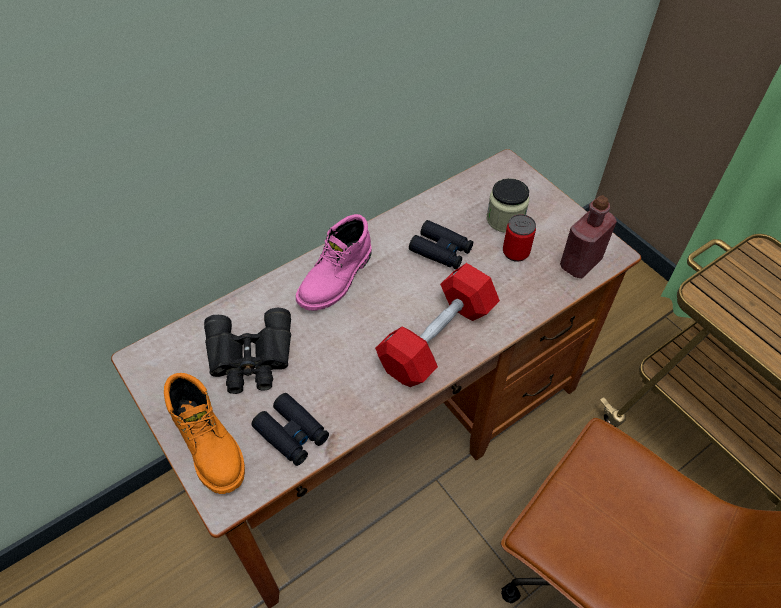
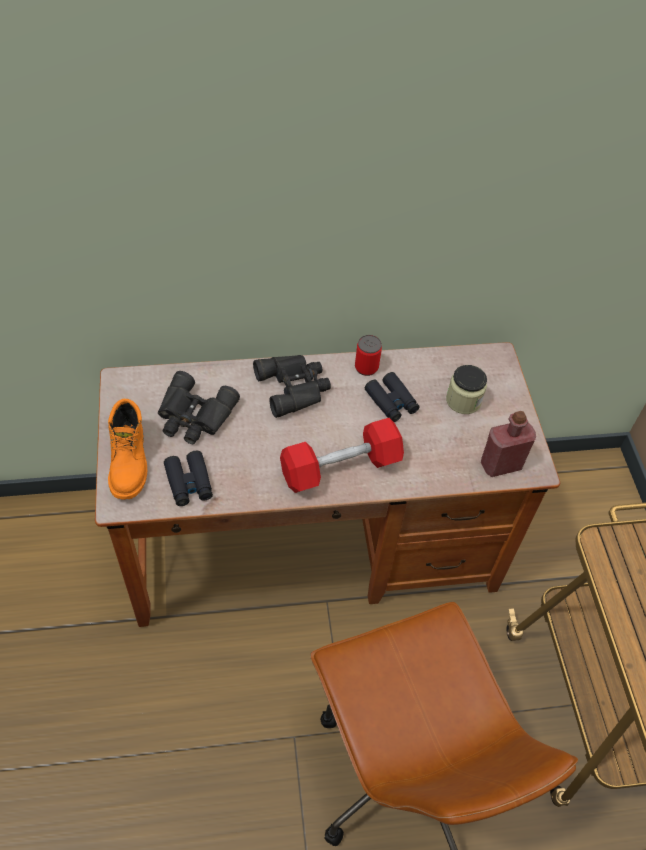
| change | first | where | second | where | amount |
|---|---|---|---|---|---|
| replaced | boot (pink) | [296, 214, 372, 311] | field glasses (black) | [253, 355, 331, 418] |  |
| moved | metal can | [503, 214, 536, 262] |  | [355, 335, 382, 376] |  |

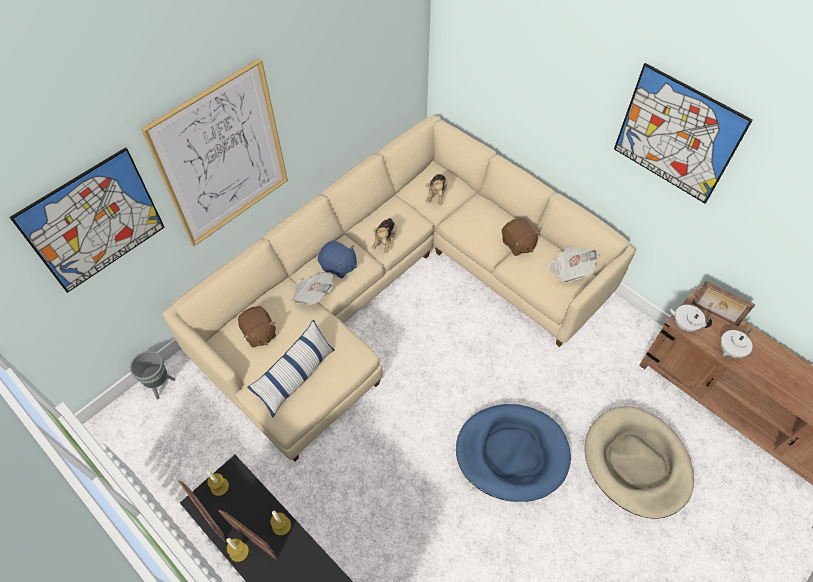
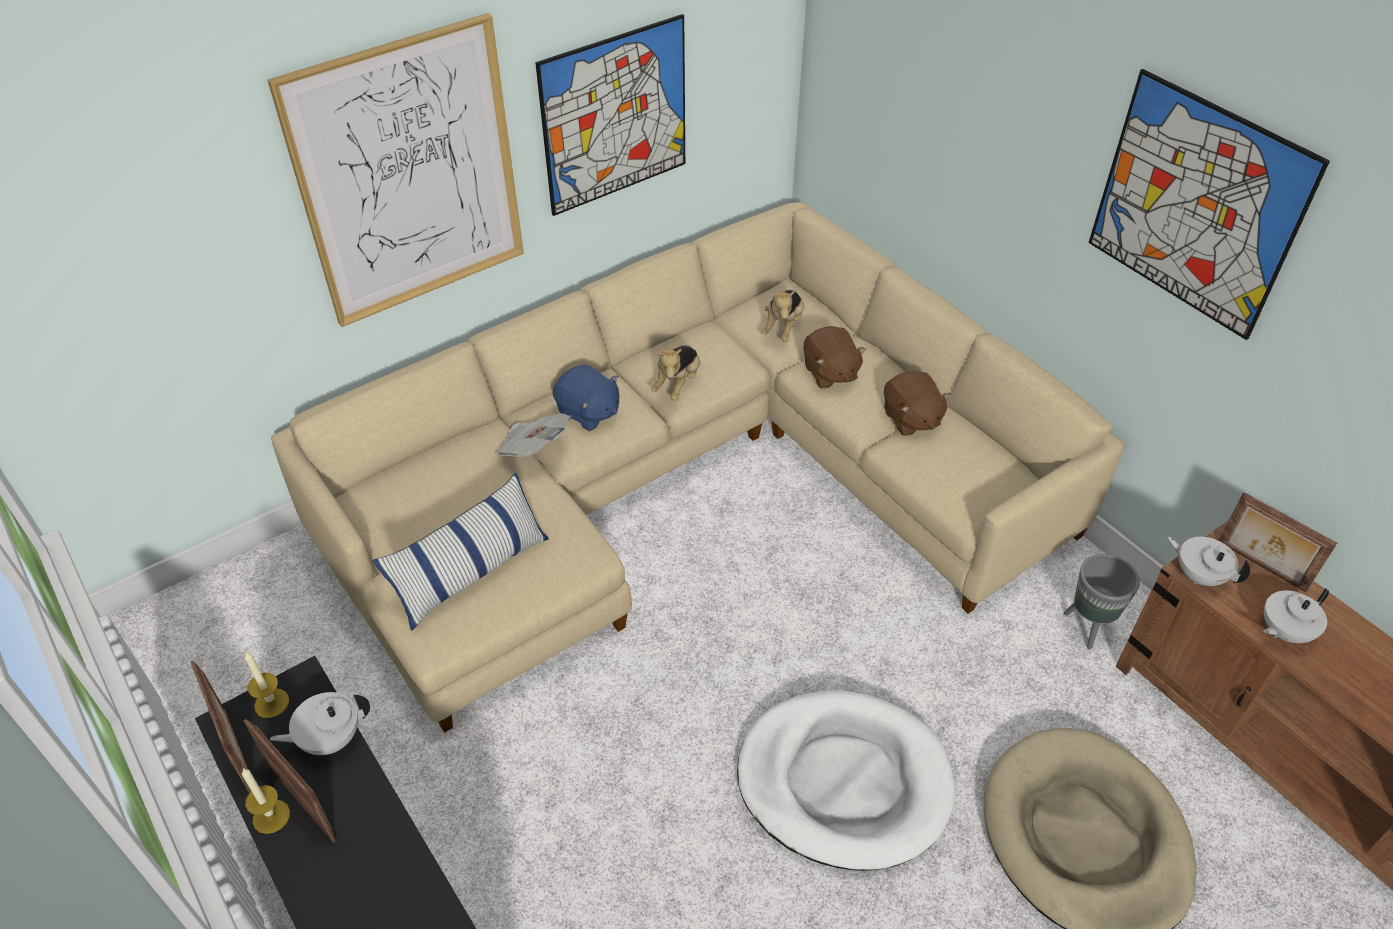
| change | first | where | second | where | amount |
|---|---|---|---|---|---|
| moved | picture | [9, 147, 165, 293] |  | [535, 14, 685, 216] |  |
| moved | planter (gray) | [130, 351, 175, 400] |  | [1064, 554, 1140, 649] |  |
| moved | cuddly toy (brown) | [238, 306, 276, 348] |  | [803, 326, 867, 389] |  |
| removed | wax light | [270, 511, 291, 535] |  |  |  |
| recoloured | dog cushion (blue-coloured) | [456, 404, 571, 502] | dog cushion (white-coloured) | [737, 690, 955, 871] |  |
| removed | newspaper | [547, 246, 599, 283] |  |  |  |
| added |  |  | teapot (white-coloured) | [270, 692, 370, 755] |  |

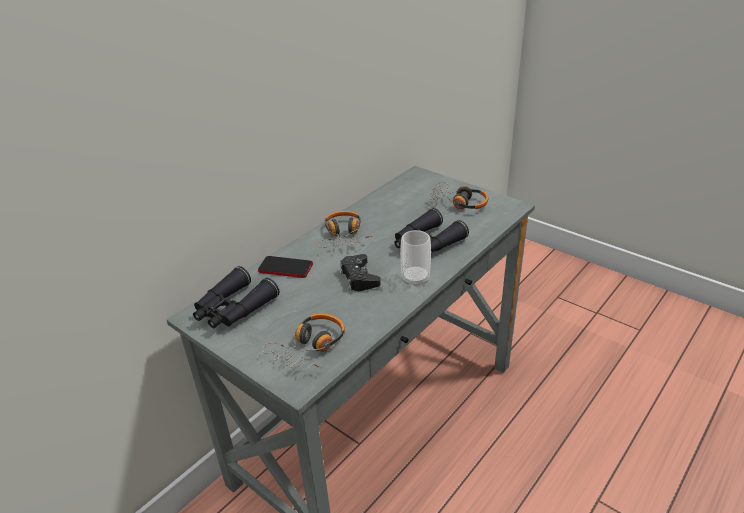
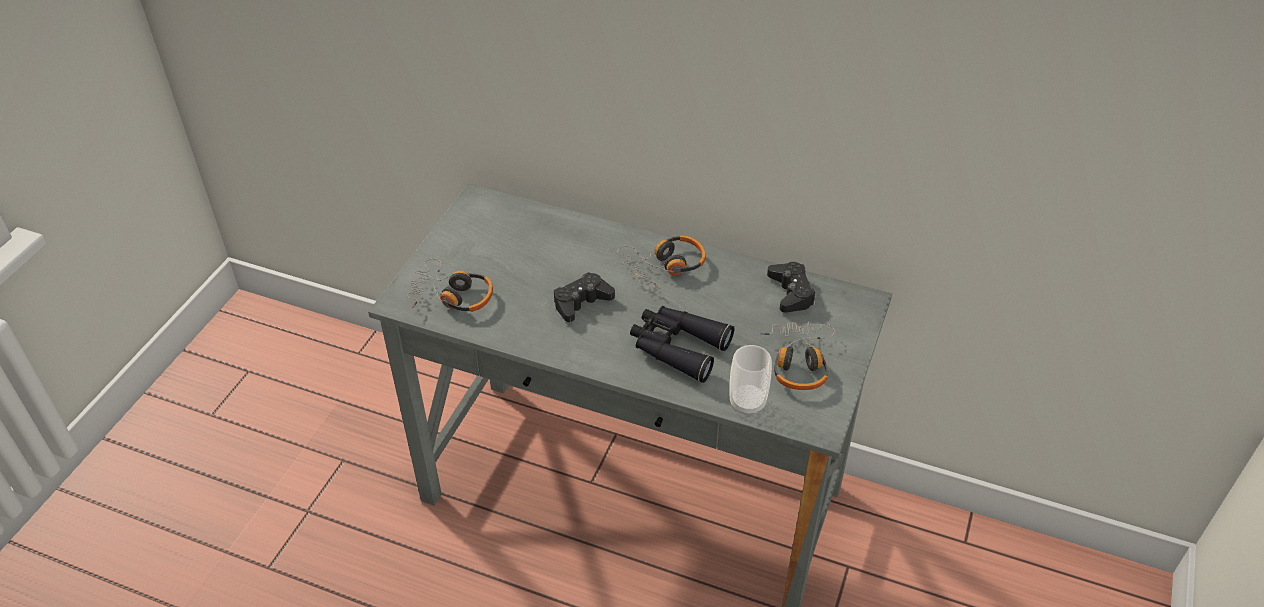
| change | first | where | second | where | amount |
|---|---|---|---|---|---|
| removed | field glasses (black) | [193, 266, 279, 328] |  |  |  |
| removed | telephone | [258, 256, 313, 278] |  |  |  |
| moved | cup | [400, 230, 431, 287] |  | [729, 345, 772, 415] |  |
| added |  |  | joypad (black) | [767, 262, 816, 313] |  |

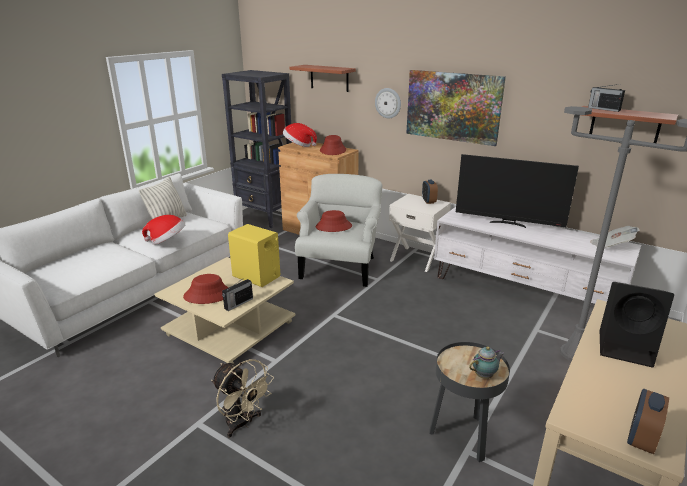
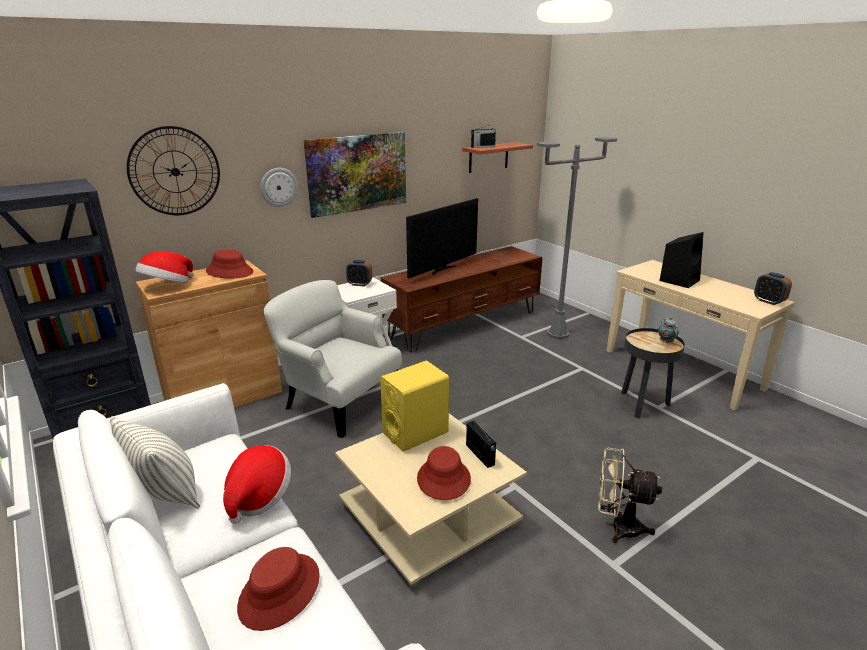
| change | first | where | second | where | amount |
|---|---|---|---|---|---|
| turned | fan (beige) | [211, 359, 274, 438] |  | [598, 448, 662, 543] | 135 degrees counterclockwise |
| replaced | bracket shelf | [290, 65, 356, 92] | clock on the wall | [126, 126, 220, 215] |  |
| moved | wearable hat (red-coloured) | [316, 210, 352, 232] |  | [237, 547, 320, 631] |  |
| recoloured | tv unit (white-coloured) | [434, 207, 641, 304] | tv unit (brown) | [381, 246, 543, 353] |  |
| removed | newspaper | [590, 226, 640, 248] |  |  |  |

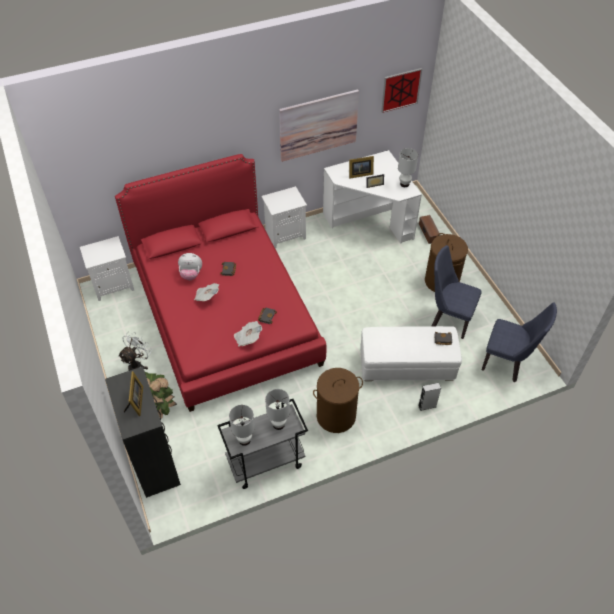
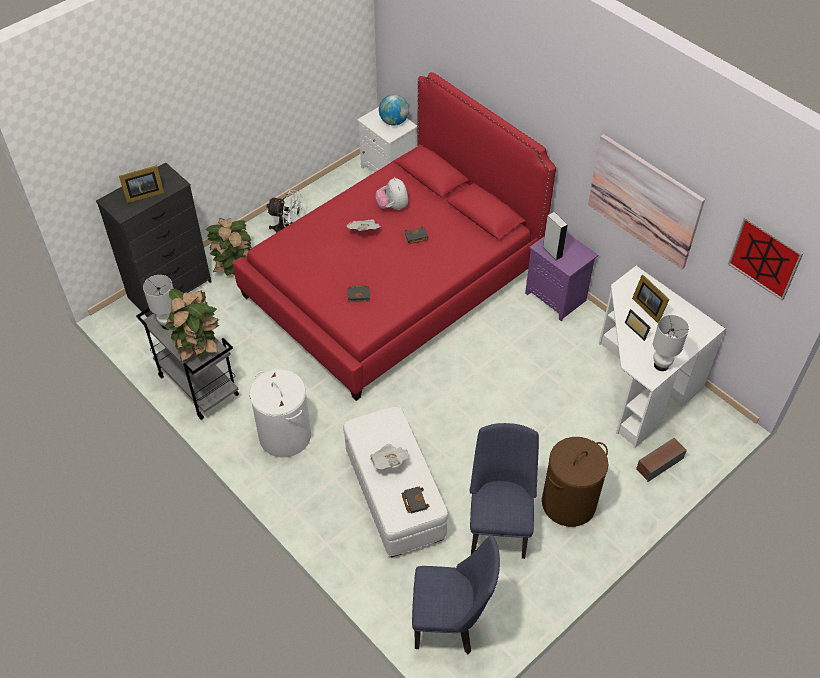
| change | first | where | second | where | amount |
|---|---|---|---|---|---|
| moved | newspaper | [234, 321, 262, 346] |  | [370, 444, 409, 469] |  |
| recoloured | bedside table (white-coloured) | [261, 186, 307, 248] | bedside table (purplish) | [525, 233, 598, 321] |  |
| replaced | lamp for a table (white-coloured) | [265, 389, 290, 430] | houseplant | [164, 289, 219, 362] |  |
| recoloured | laundry basket (brown) | [313, 368, 363, 433] | laundry basket (white-coloured) | [249, 369, 311, 457] |  |
| moved | loudspeaker (gray) | [418, 383, 441, 411] |  | [543, 212, 568, 260] |  |
| turned | plain chair (blue-coloured) | [482, 303, 557, 382] |  | [412, 535, 500, 654] | 90 degrees counterclockwise |
| added |  |  | desk globe | [379, 94, 409, 126] |  |

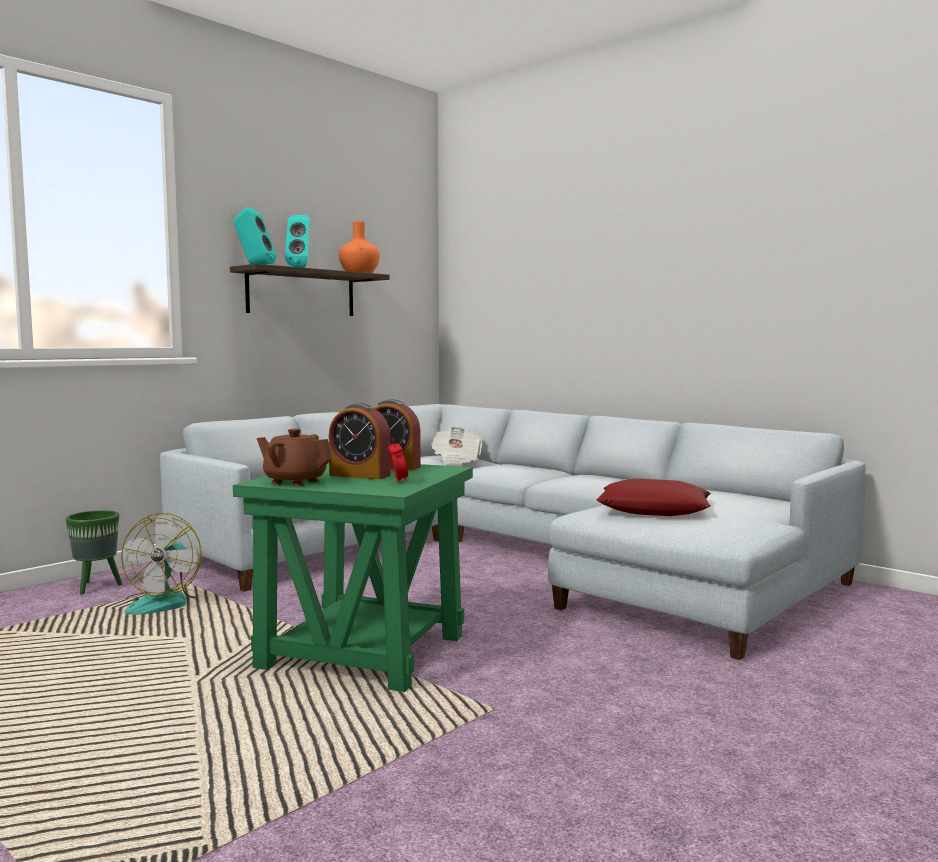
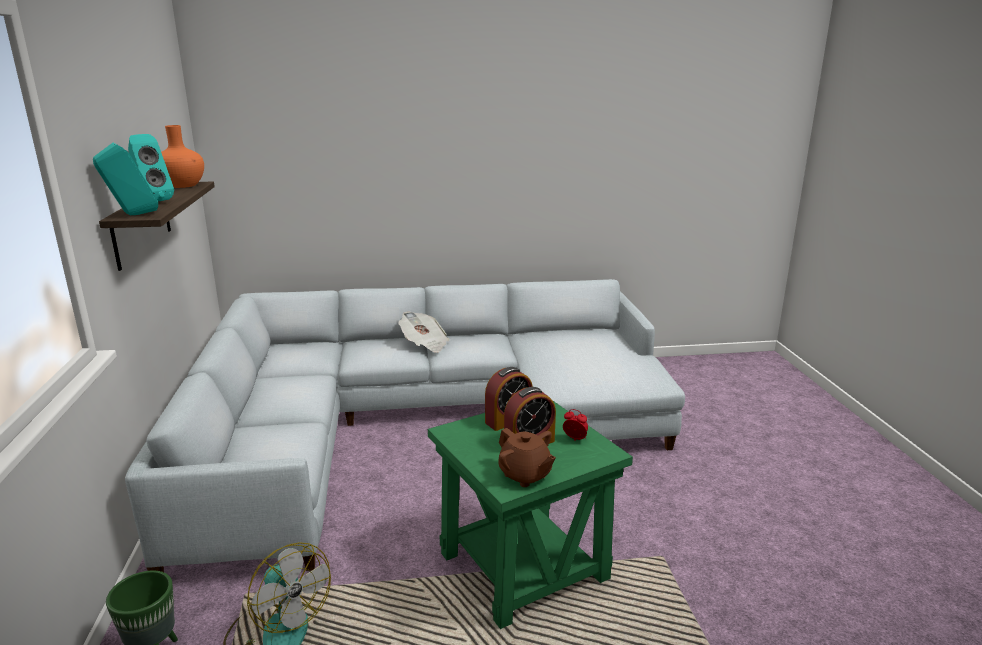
| change | first | where | second | where | amount |
|---|---|---|---|---|---|
| turned | teapot (brown) | [257, 429, 332, 486] |  | [498, 428, 556, 487] | 105 degrees counterclockwise |
| moved | newspaper | [431, 427, 483, 465] |  | [399, 311, 450, 353] |  |
| removed | throw pillow (red-coloured) | [597, 478, 711, 516] |  |  |  |

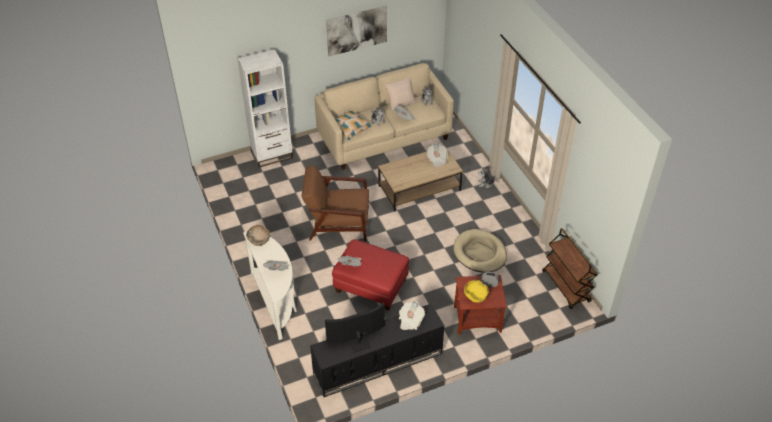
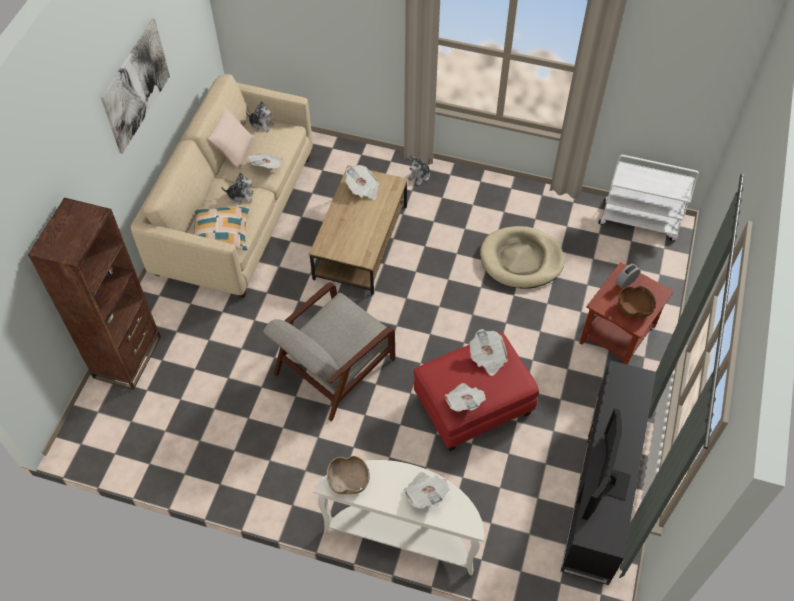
| change | first | where | second | where | amount |
|---|---|---|---|---|---|
| recoloured | bookshelf (white-coloured) | [237, 49, 293, 167] | bookshelf (brown) | [28, 198, 161, 390] |  |
| recoloured | armchair (brown) | [302, 166, 369, 242] | armchair (gray) | [263, 282, 395, 421] |  |
| moved | newspaper | [399, 301, 425, 330] |  | [469, 329, 508, 376] |  |
| recoloured | serving bowl (yellowish) | [464, 280, 489, 303] | serving bowl (brown) | [618, 286, 656, 318] |  |
| recoloured | wheeled cart (brown) | [542, 228, 598, 309] | wheeled cart (white-coloured) | [599, 155, 699, 241] |  |

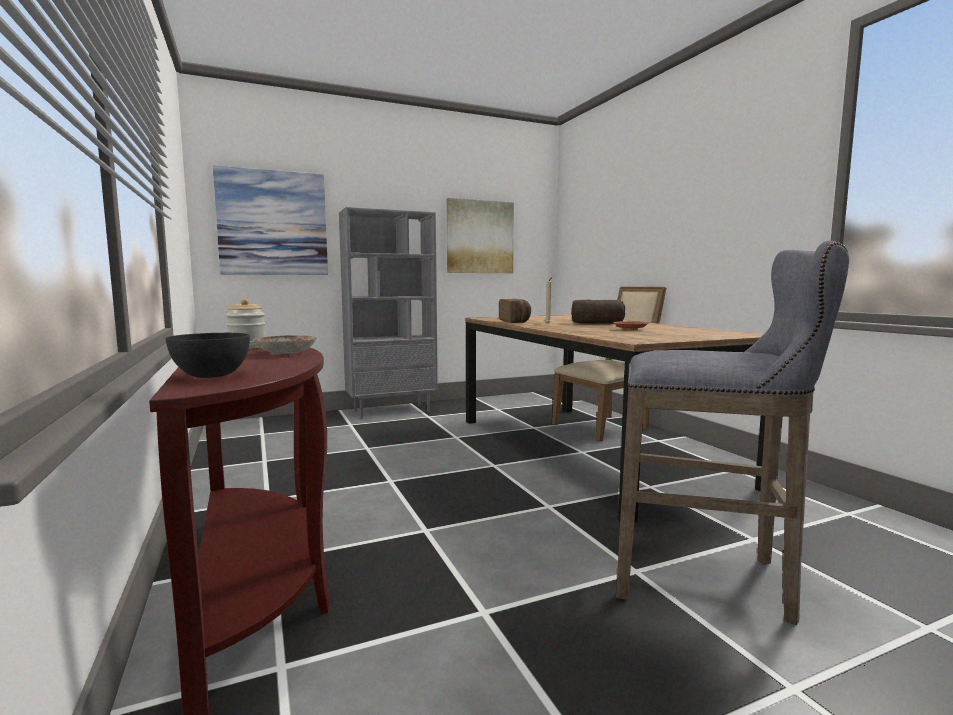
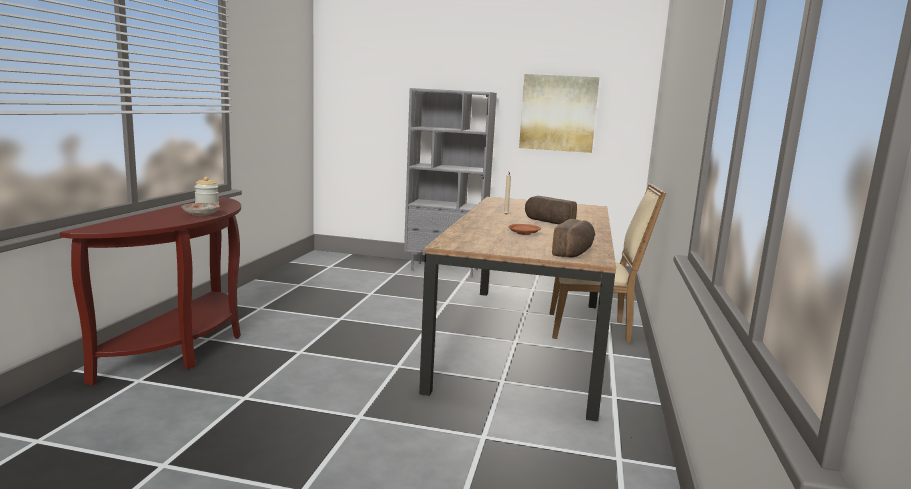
| change | first | where | second | where | amount |
|---|---|---|---|---|---|
| removed | serving bowl (gray) | [166, 333, 250, 378] |  |  |  |
| removed | picture | [213, 165, 328, 275] |  |  |  |
| moved | baked bread | [499, 299, 531, 323] |  | [552, 219, 596, 258] |  |
| removed | sitting stool (gray) | [616, 241, 849, 625] |  |  |  |

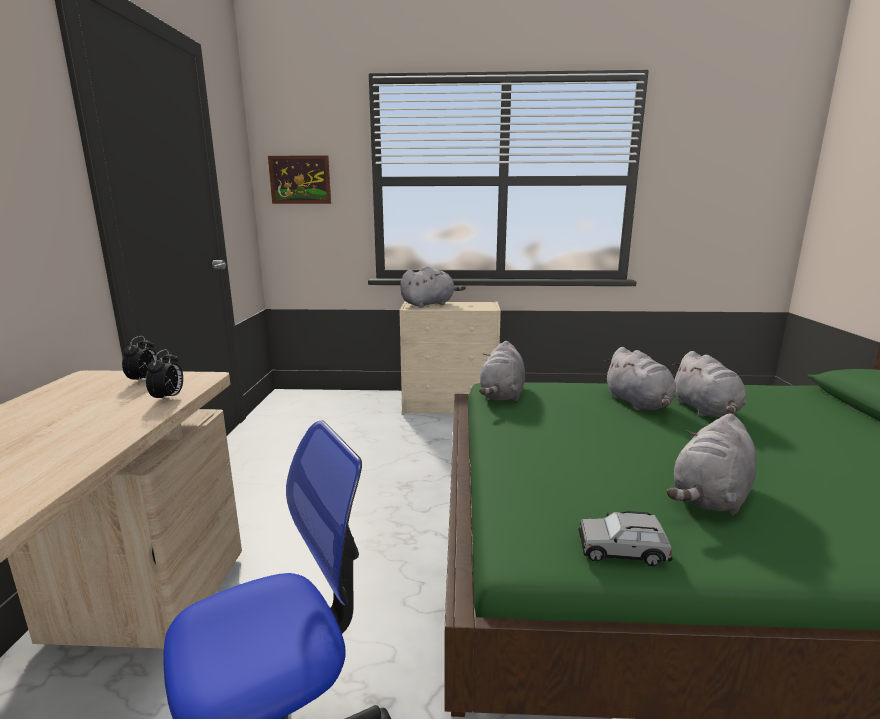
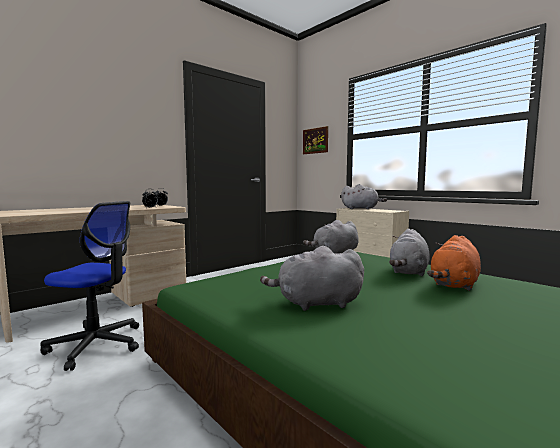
| change | first | where | second | where | amount |
|---|---|---|---|---|---|
| removed | model car (gray) | [579, 511, 672, 566] |  |  |  |
| recoloured | cuddly toy (gray) | [672, 351, 746, 417] | cuddly toy (orange) | [427, 235, 481, 291] |  |

